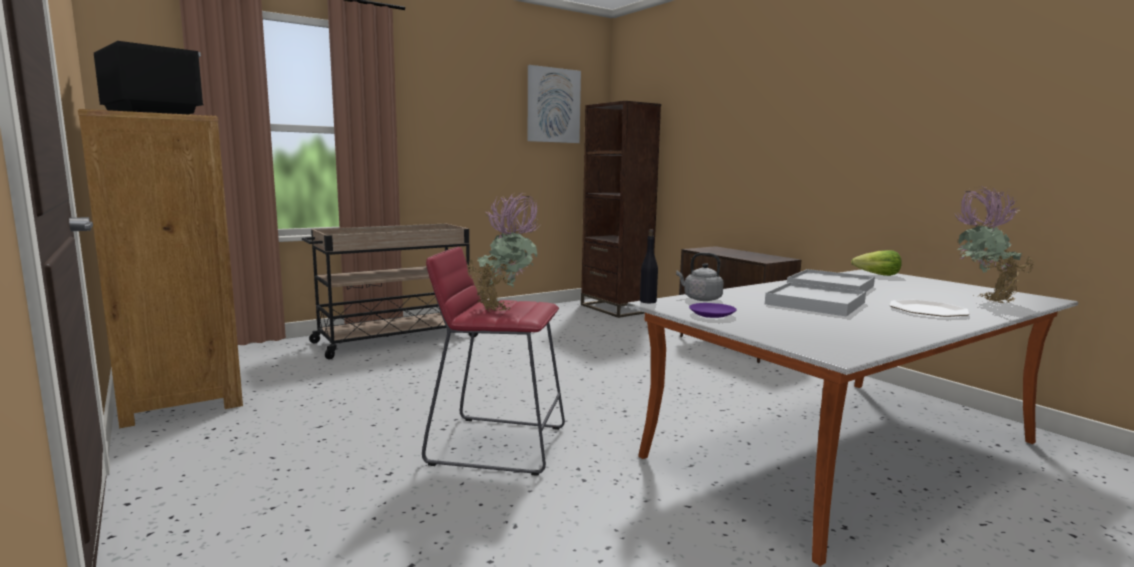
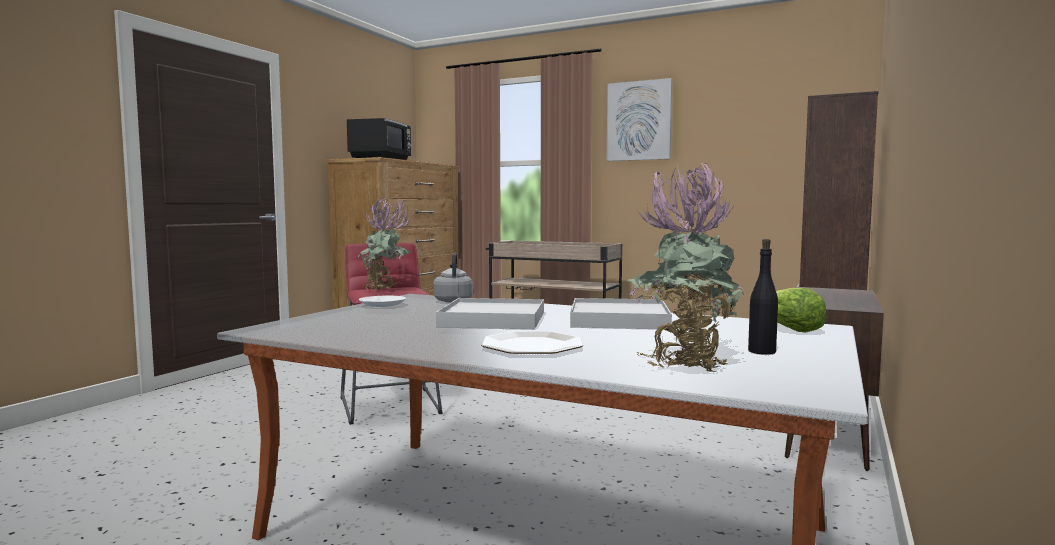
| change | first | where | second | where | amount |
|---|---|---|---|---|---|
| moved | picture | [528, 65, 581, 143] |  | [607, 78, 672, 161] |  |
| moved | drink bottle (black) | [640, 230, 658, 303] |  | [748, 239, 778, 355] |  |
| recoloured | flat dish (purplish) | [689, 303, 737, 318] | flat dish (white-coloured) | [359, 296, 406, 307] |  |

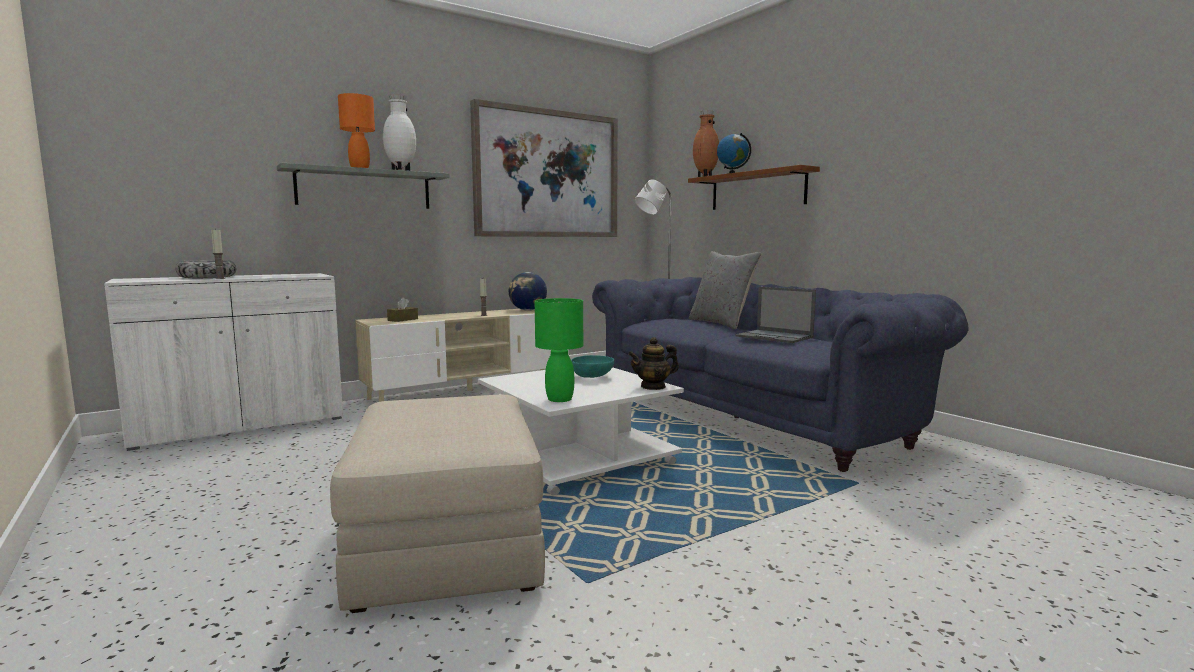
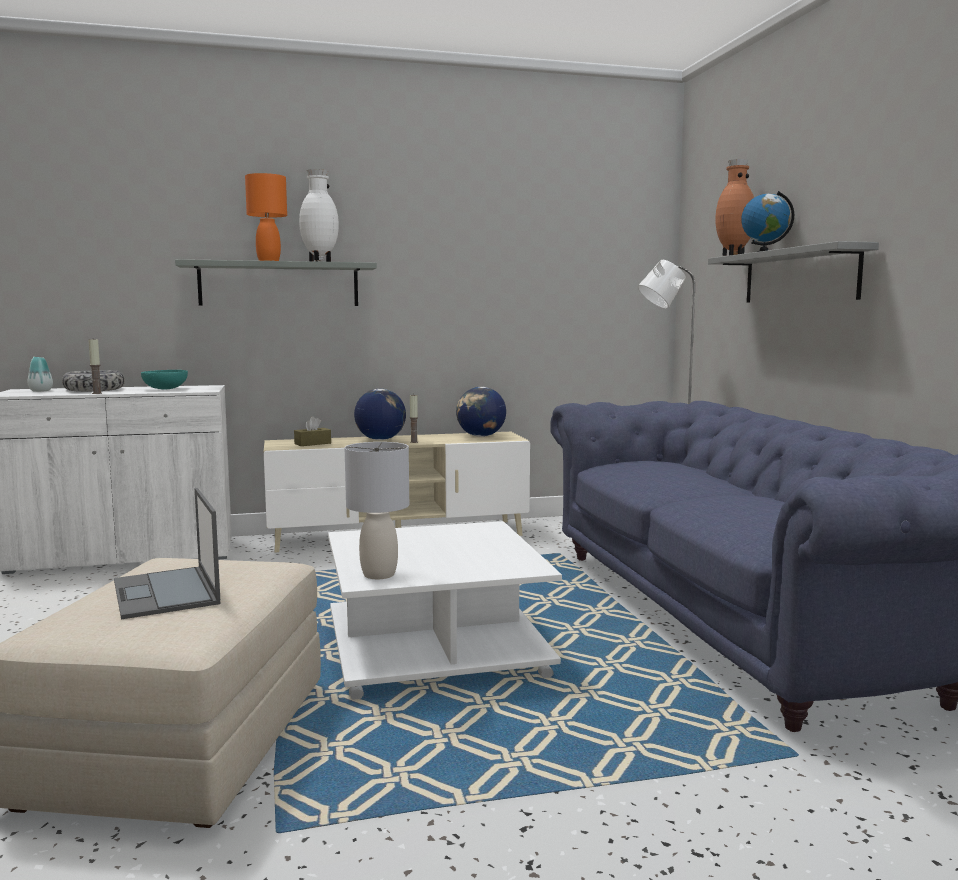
| change | first | where | second | where | amount |
|---|---|---|---|---|---|
| removed | picture | [470, 99, 618, 237] |  |  |  |
| recoloured | lamp for a table (greenish) | [535, 298, 583, 402] | lamp for a table (gray) | [345, 442, 409, 579] |  |
| moved | serving bowl (turquoise-coloured) | [571, 355, 614, 378] |  | [141, 370, 188, 390] |  |
| removed | teapot | [628, 337, 679, 390] |  |  |  |
| recoloured | bracket shelf (brown) | [688, 165, 820, 210] | bracket shelf (gray) | [708, 241, 879, 303] |  |
| removed | throw pillow (gray) | [689, 251, 762, 329] |  |  |  |
| moved | notebook computer | [735, 287, 816, 343] |  | [114, 488, 220, 619] |  |
| added |  |  | flower vase | [28, 357, 53, 392] |  |
| added |  |  | desk globe | [354, 389, 406, 440] |  |

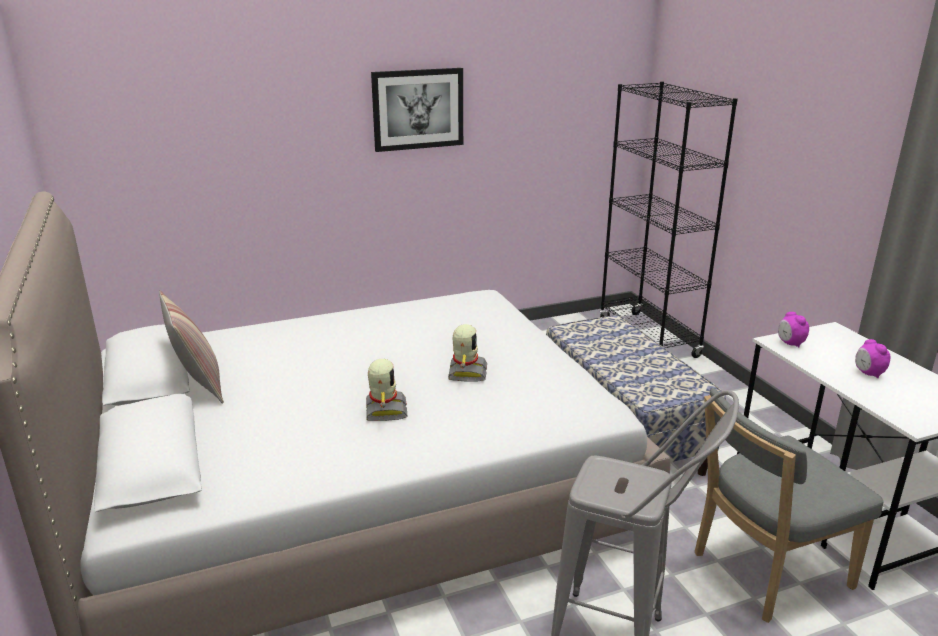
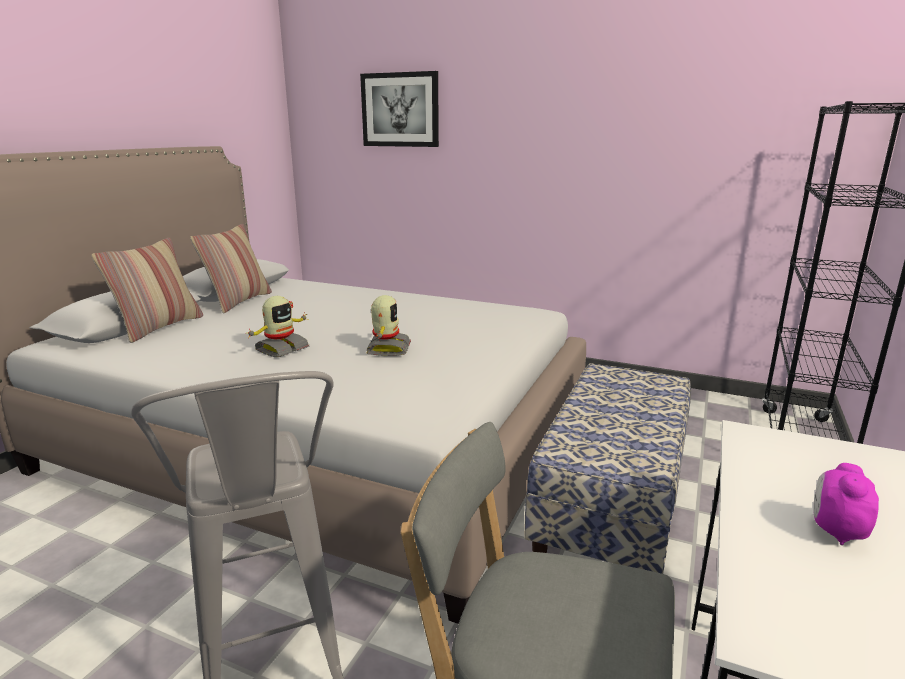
| change | first | where | second | where | amount |
|---|---|---|---|---|---|
| moved | picture | [371, 68, 463, 152] |  | [360, 71, 439, 147] |  |
| turned | robot figure | [448, 324, 487, 382] |  | [366, 295, 411, 356] | 45 degrees counterclockwise |
| removed | alarm clock | [778, 312, 809, 348] |  |  |  |
| added |  |  | throw pillow | [91, 238, 203, 343] |  |

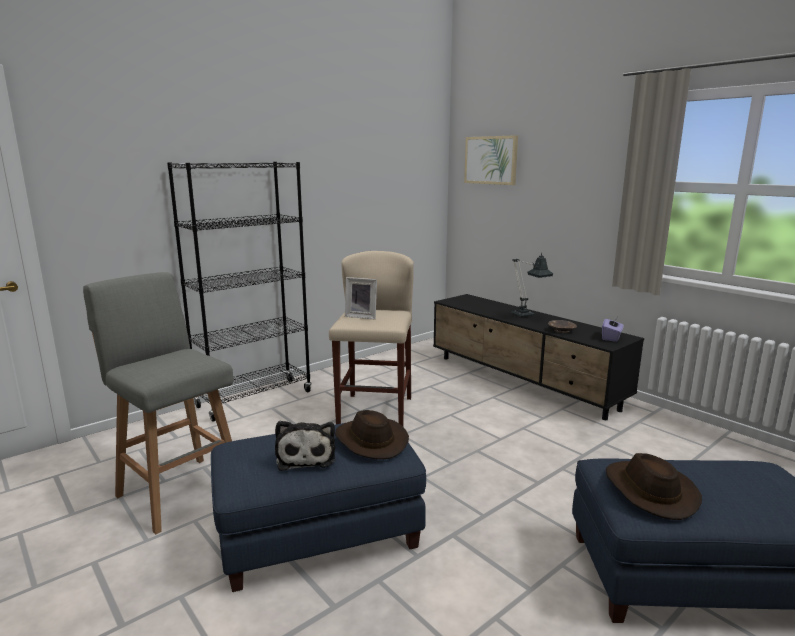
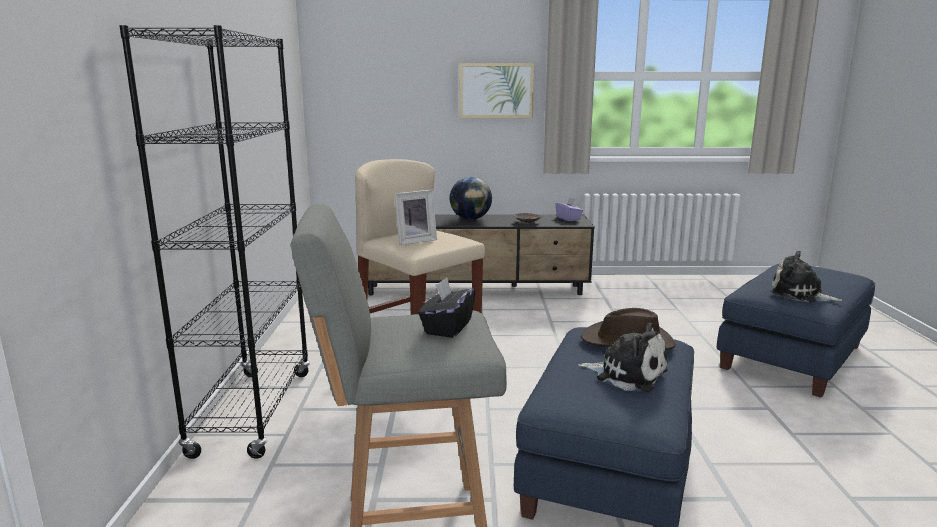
| change | first | where | second | where | amount |
|---|---|---|---|---|---|
| moved | picture | [464, 135, 518, 185] |  | [459, 63, 534, 118] |  |
| replaced | lamp for a table | [511, 252, 553, 317] | desk globe | [449, 177, 492, 220] |  |
| replaced | wearable hat (brown) | [606, 453, 702, 520] | cuddly toy | [770, 251, 842, 302] |  |
| added |  |  | tissue box (black) | [418, 277, 475, 338] |  |

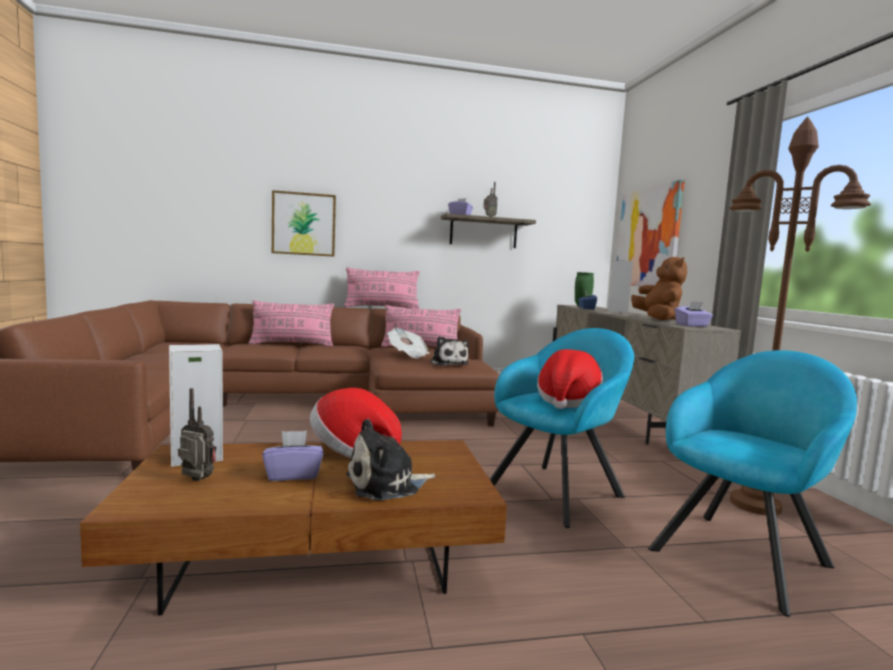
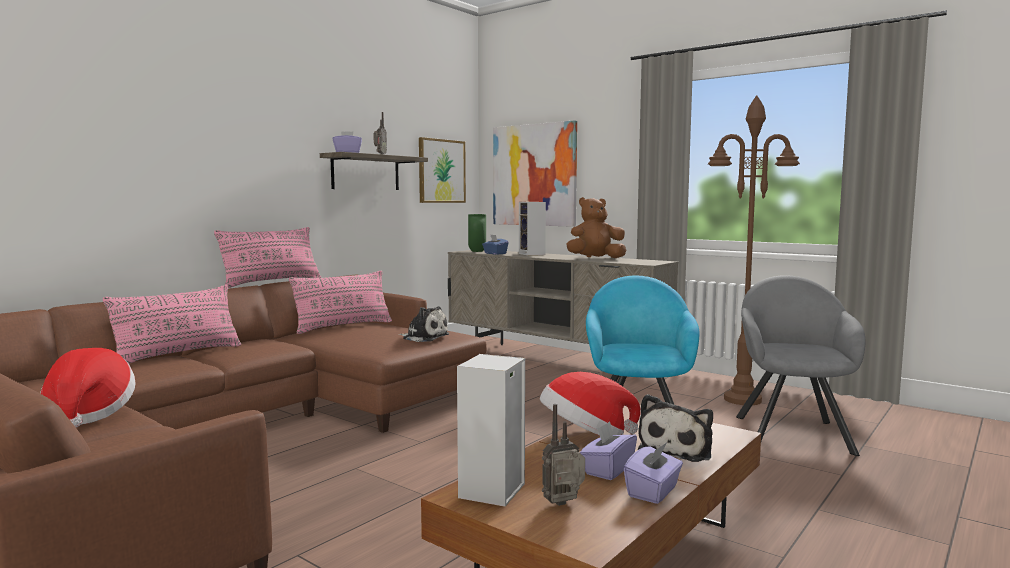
| change | first | where | second | where | amount |
|---|---|---|---|---|---|
| moved | picture | [272, 190, 336, 257] |  | [419, 137, 466, 203] |  |
| removed | newspaper | [387, 328, 429, 359] |  |  |  |
| moved | wearable hat | [537, 349, 604, 409] |  | [40, 348, 136, 428] |  |
| turned | cuddly toy (brown) | [631, 257, 687, 321] |  | [567, 197, 626, 258] | 60 degrees counterclockwise |
| recoloured | armchair (turquoise-coloured) | [648, 350, 857, 617] | armchair (gray) | [736, 275, 865, 456] |  |
| moved | tissue box (purplish) | [674, 301, 713, 327] |  | [624, 443, 683, 504] |  |

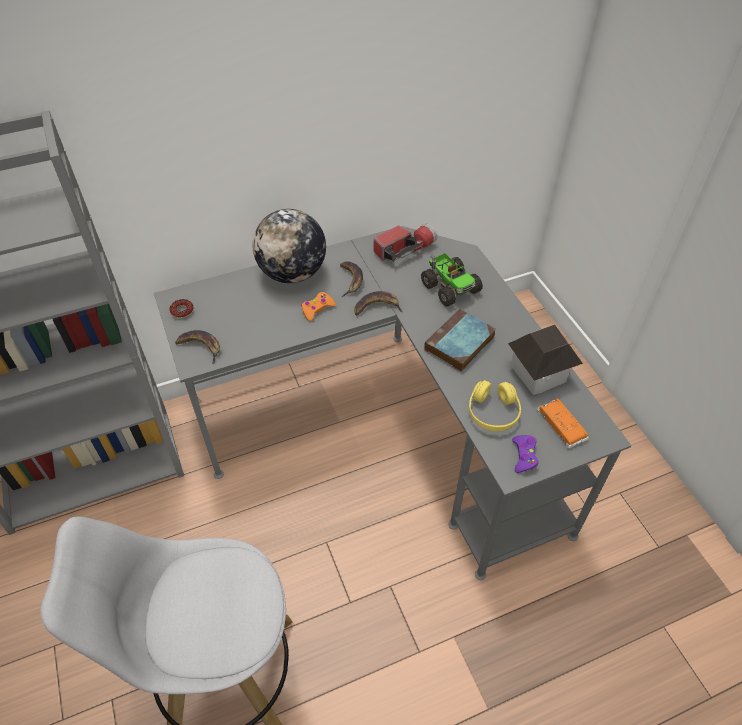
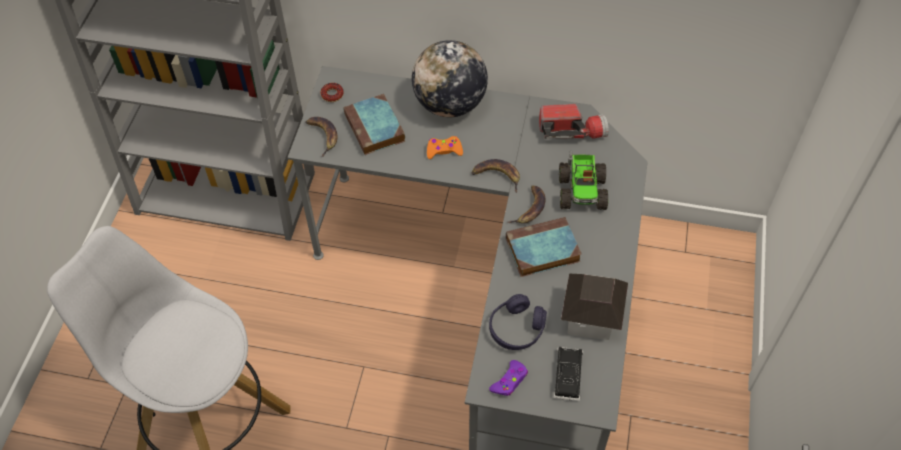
| change | first | where | second | where | amount |
|---|---|---|---|---|---|
| moved | banana | [340, 261, 363, 297] |  | [508, 185, 546, 224] |  |
| recoloured | headphones (yellowish) | [469, 380, 521, 432] | headphones (purplish) | [489, 294, 547, 350] |  |
| recoloured | model car (orange) | [537, 398, 589, 448] | model car (black) | [553, 347, 583, 401] |  |
| added |  |  | bound book | [343, 94, 405, 155] |  |

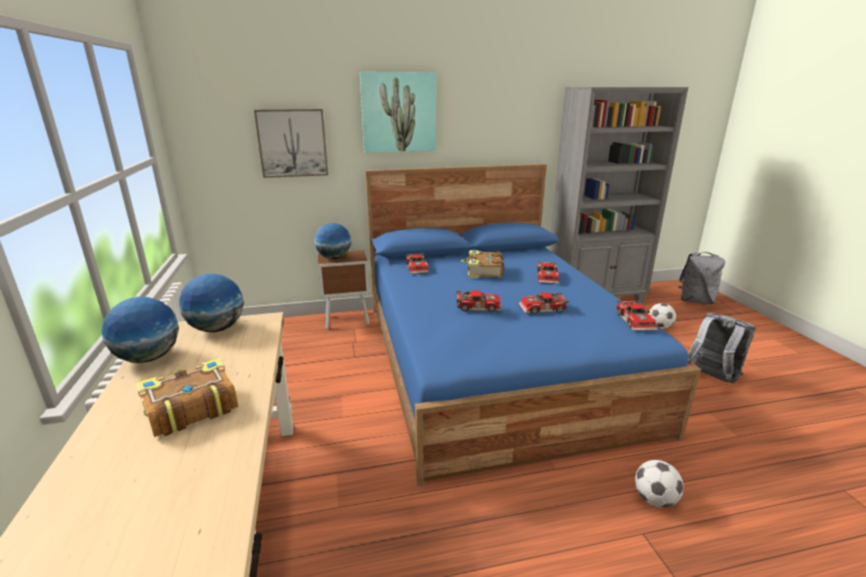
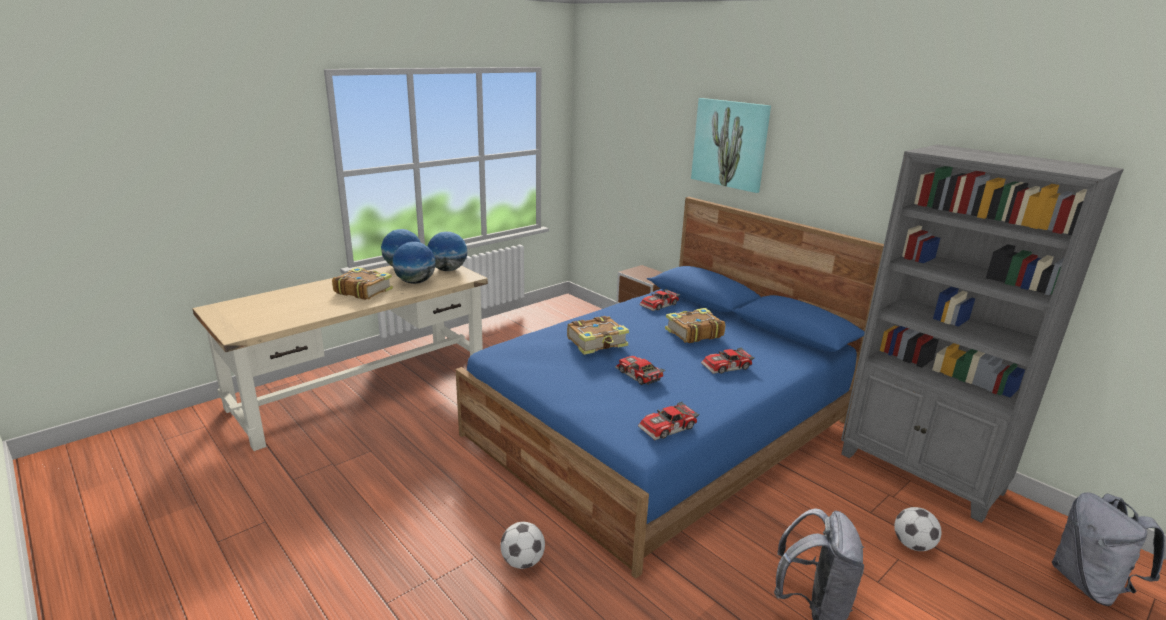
| change | first | where | second | where | amount |
|---|---|---|---|---|---|
| removed | picture | [254, 109, 328, 178] |  |  |  |
| moved | desk globe | [315, 223, 351, 259] |  | [392, 242, 436, 284] |  |
| replaced | model car | [456, 291, 502, 312] | bound book | [567, 316, 629, 355] |  |

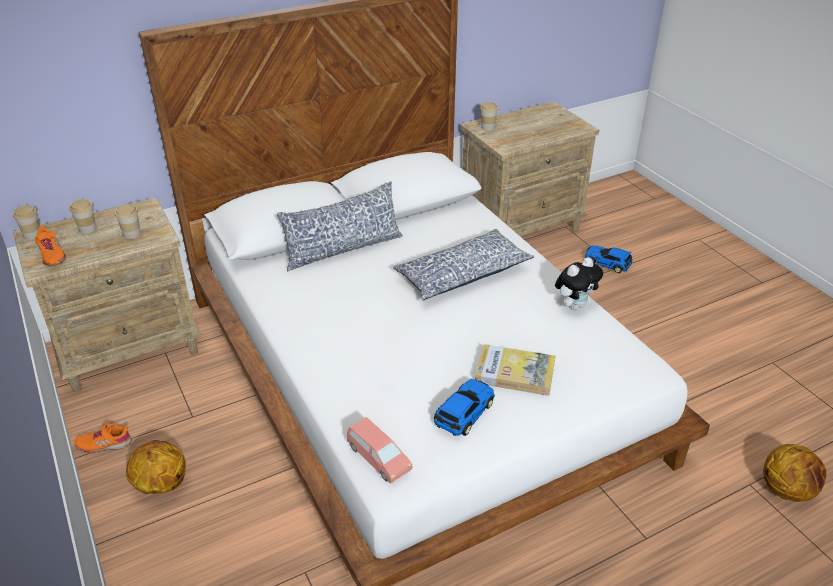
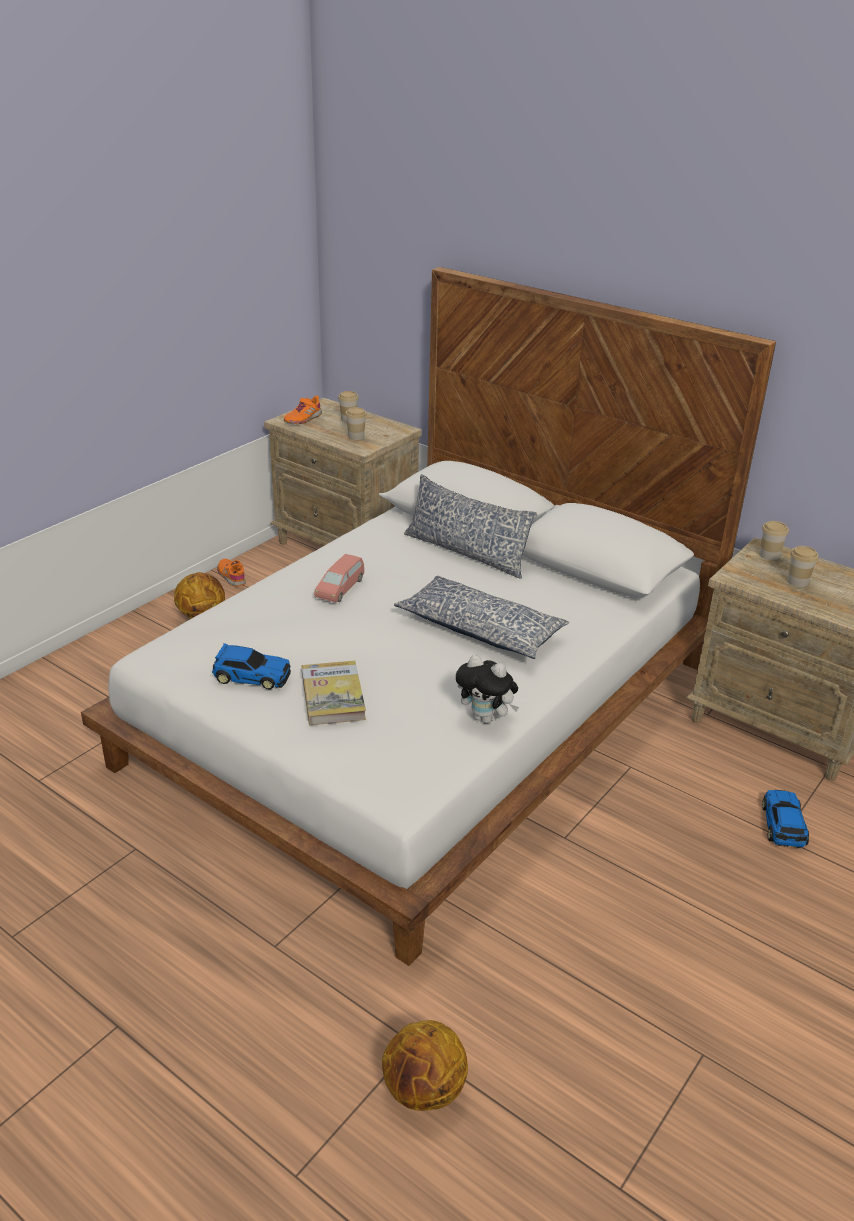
| change | first | where | second | where | amount |
|---|---|---|---|---|---|
| moved | cup | [13, 205, 40, 240] |  | [788, 546, 818, 587] |  |
| moved | model car (pink) | [347, 417, 413, 484] |  | [314, 554, 364, 603] |  |

